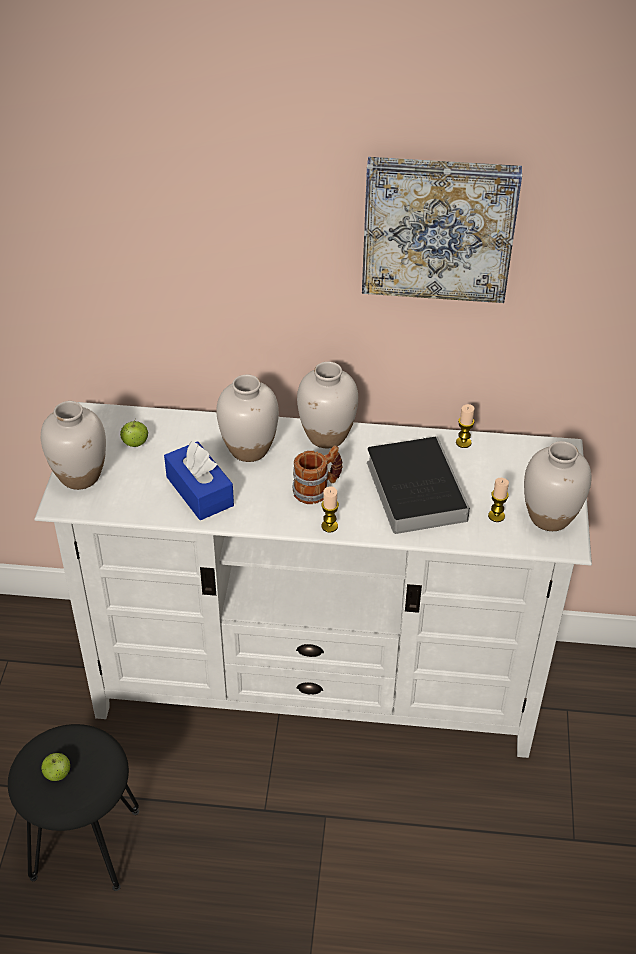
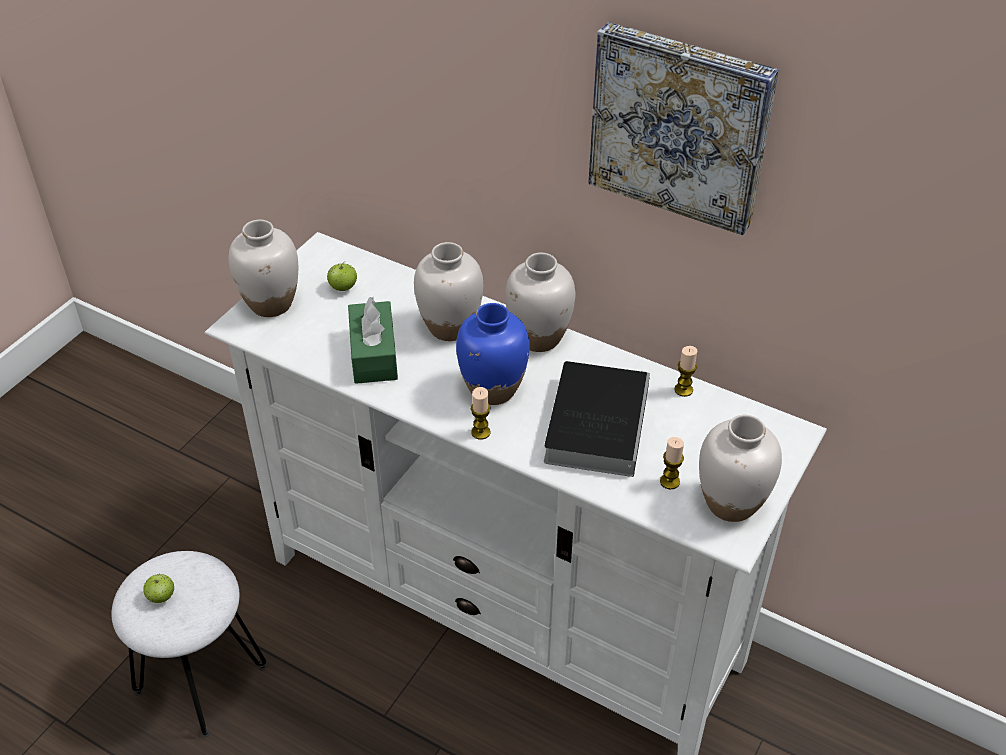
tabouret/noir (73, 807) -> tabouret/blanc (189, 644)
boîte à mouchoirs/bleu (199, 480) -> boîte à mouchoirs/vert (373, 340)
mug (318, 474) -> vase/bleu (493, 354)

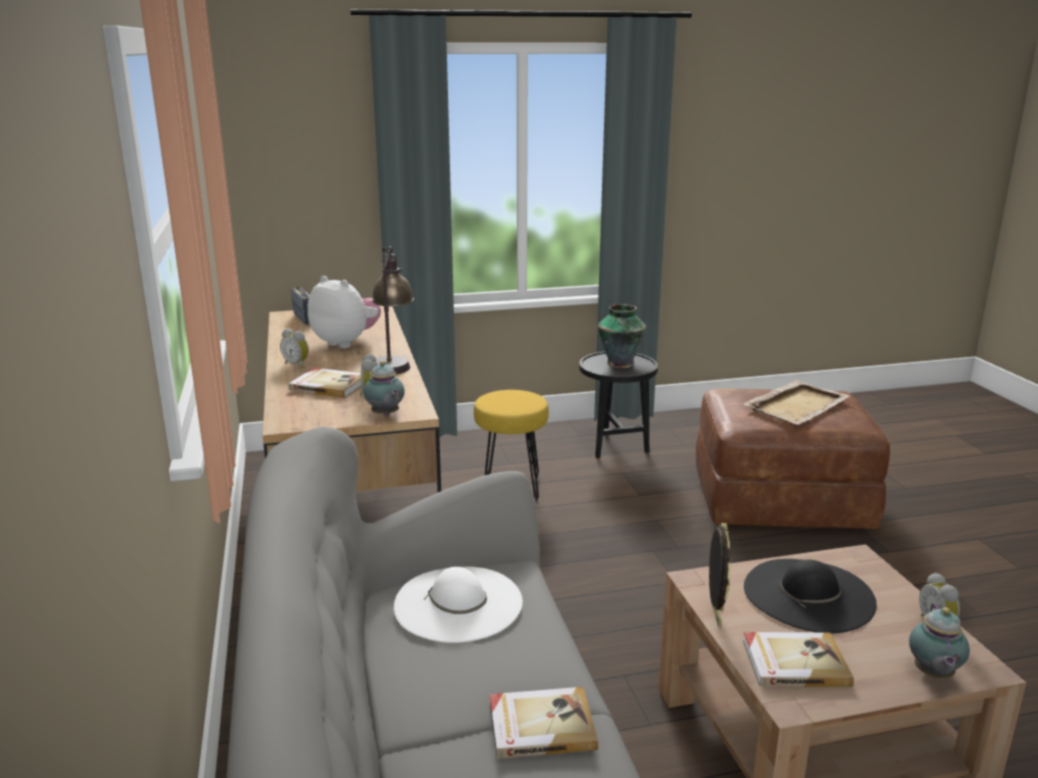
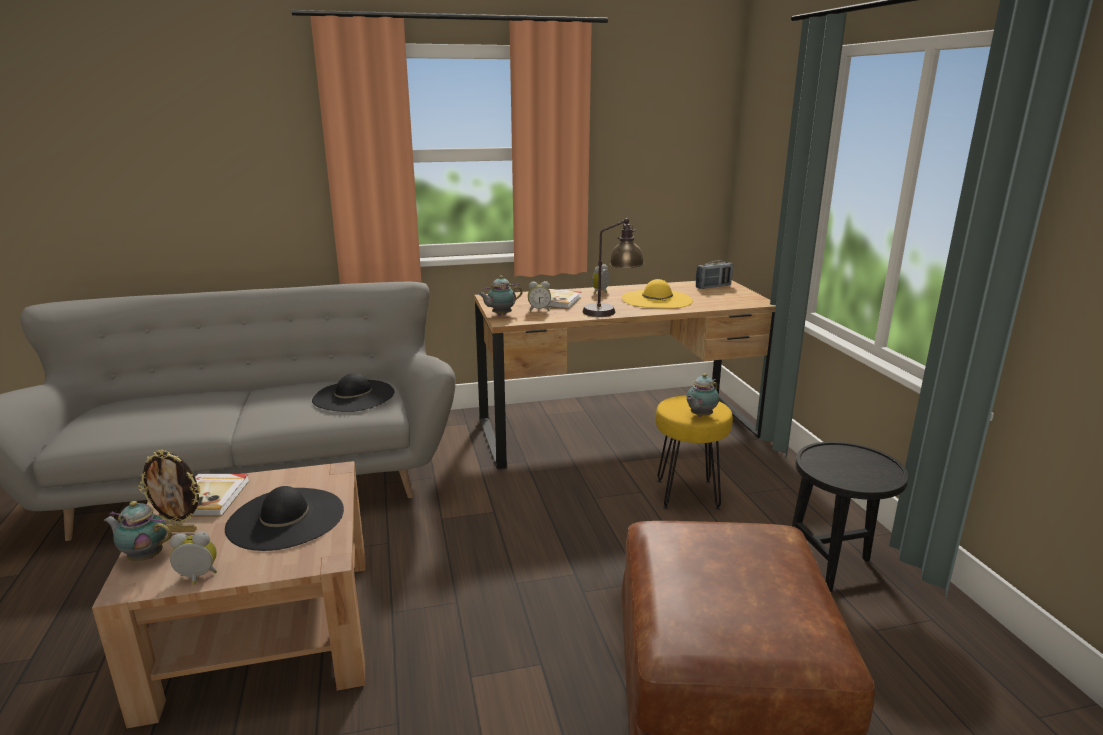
cadre photo (719, 575) -> cadre photo (169, 490), relocated
chapeau/blanc (458, 605) -> chapeau/noir (353, 392)
peluche (344, 312) -> chapeau/jaune (657, 293)
none -> théière (702, 395)
livre (544, 723) -> none
vase (622, 336) -> none
plateau/beige (796, 402) -> none

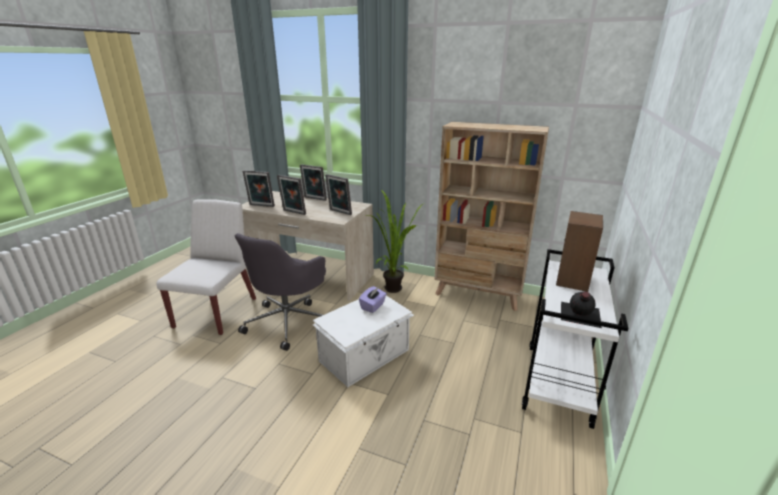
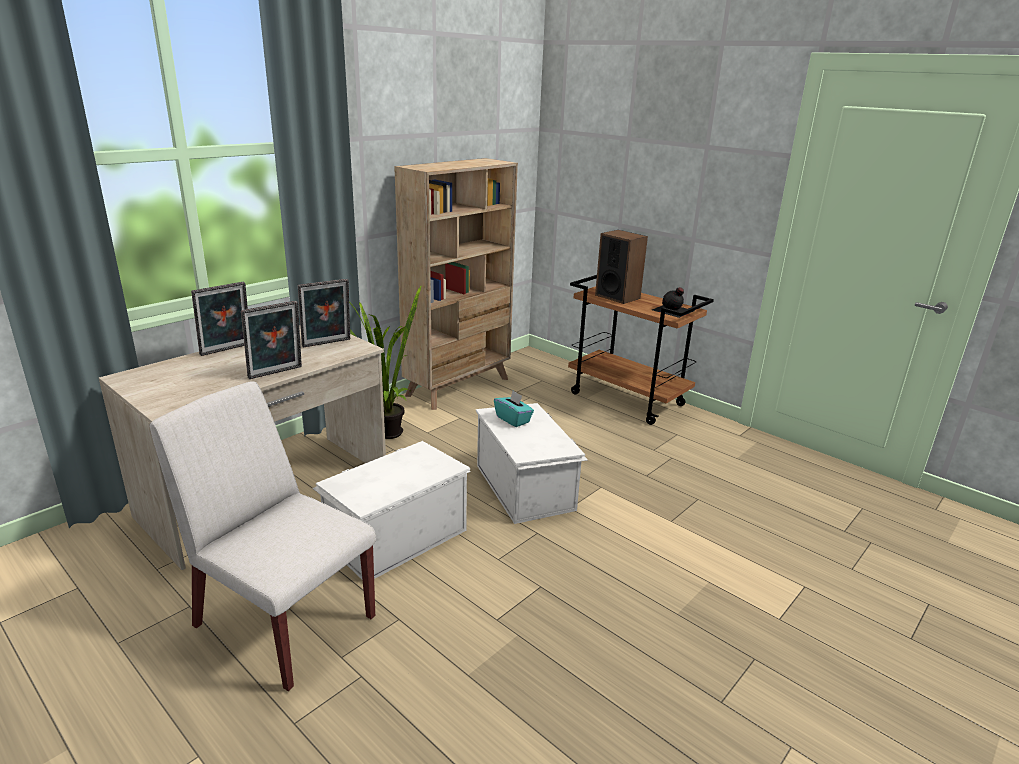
chaise de bureau/gris (280, 292) -> boîte de rangement/blanc (391, 510)
boîte à mouchoirs/violet (373, 299) -> boîte à mouchoirs/turquoise (514, 409)
chariot/blanc (575, 339) -> chariot/marron (641, 350)
cadre photo (259, 188) -> none

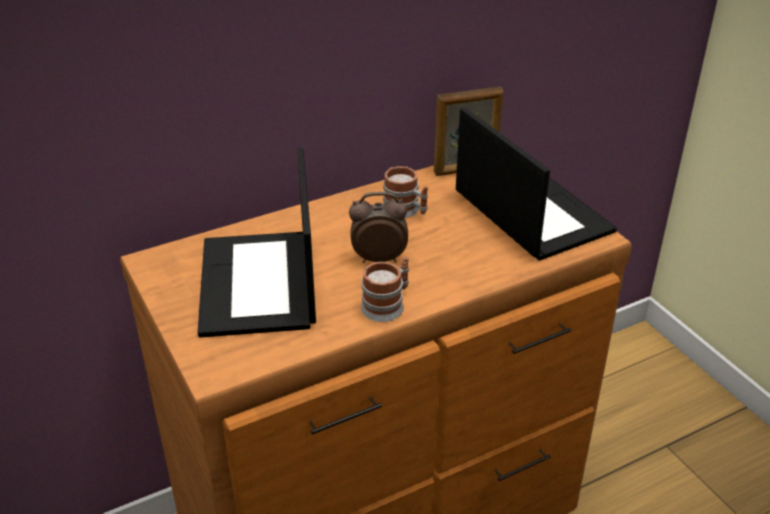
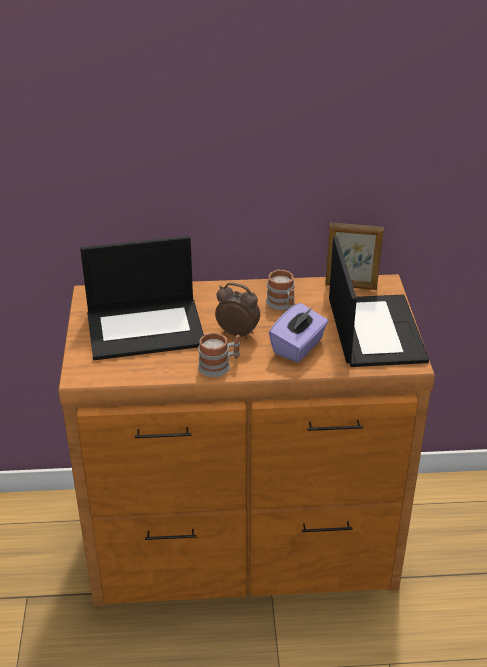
ordinateur portable (257, 243) -> ordinateur portable (142, 298), 120 degrees counterclockwise
none -> boîte à mouchoirs/violet (298, 332)

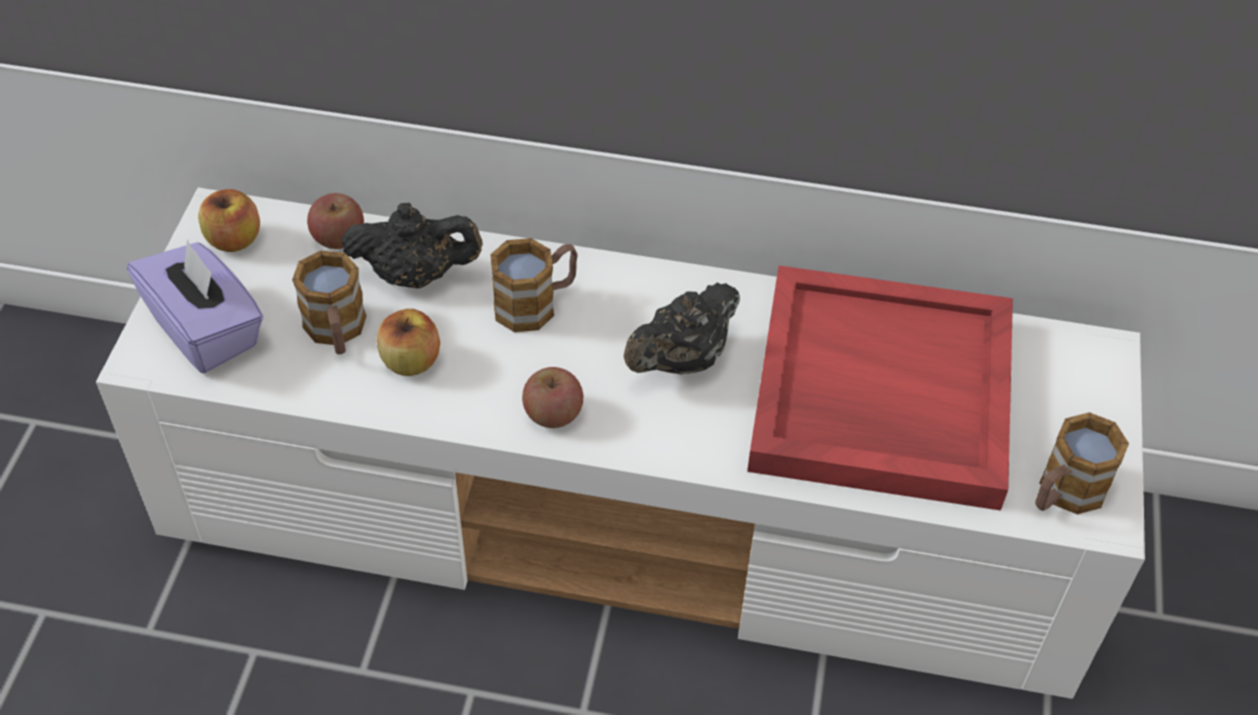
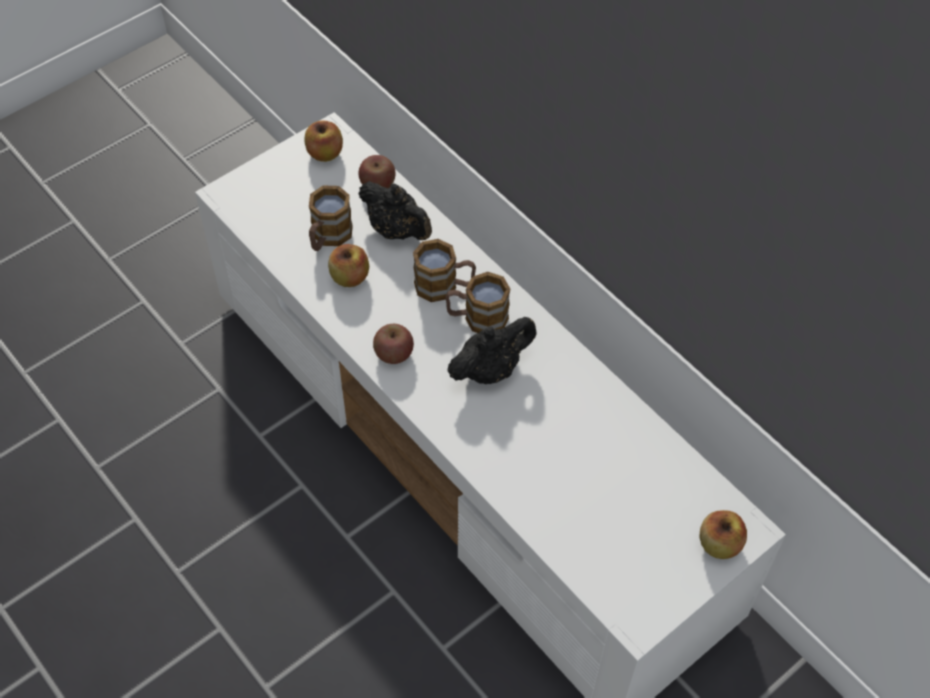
mug (1082, 463) -> mug (478, 302), relocated
théière/noir (682, 328) -> théière/noir (492, 350), 150 degrees clockwise
none -> pomme (723, 534)
boîte à mouchoirs/violet (195, 306) -> none
plateau/rouge (880, 388) -> none

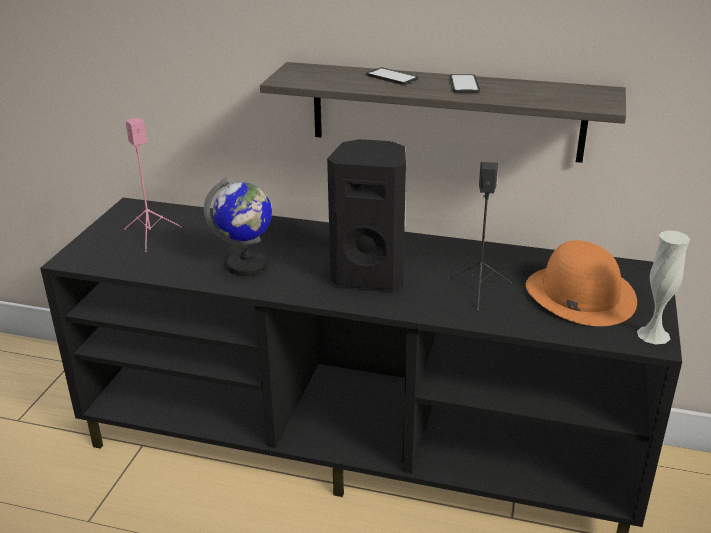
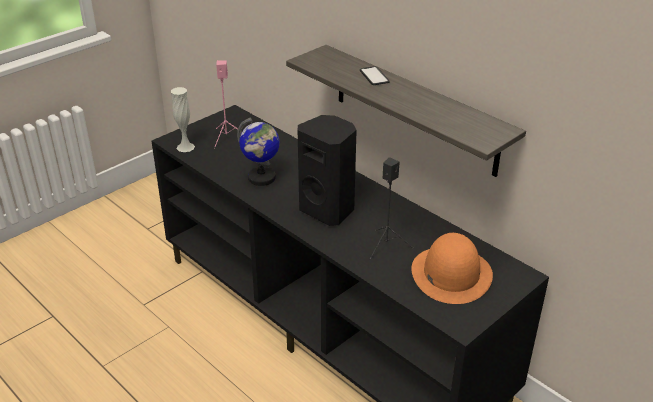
vase/blanc (663, 287) -> vase/blanc (183, 119), relocated
téléphone (465, 83) -> none

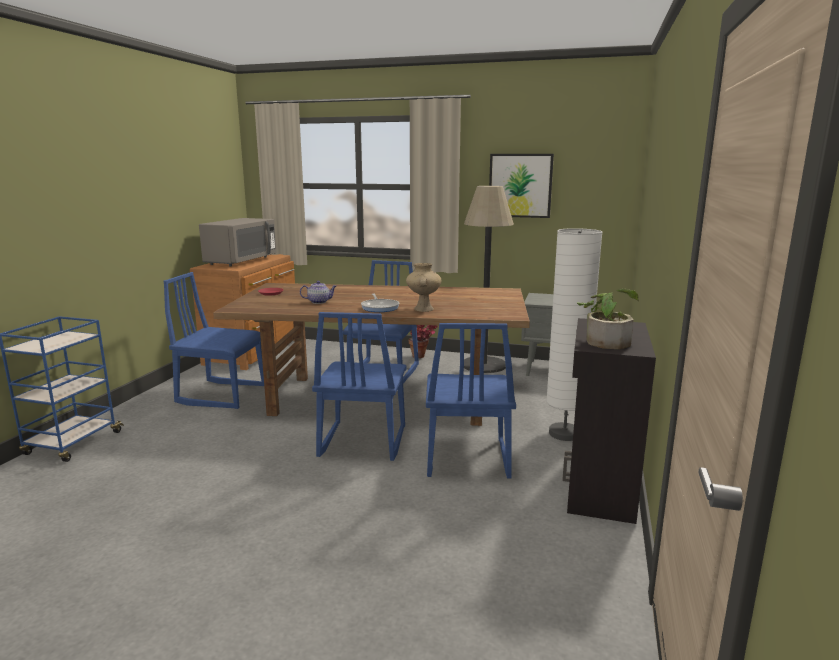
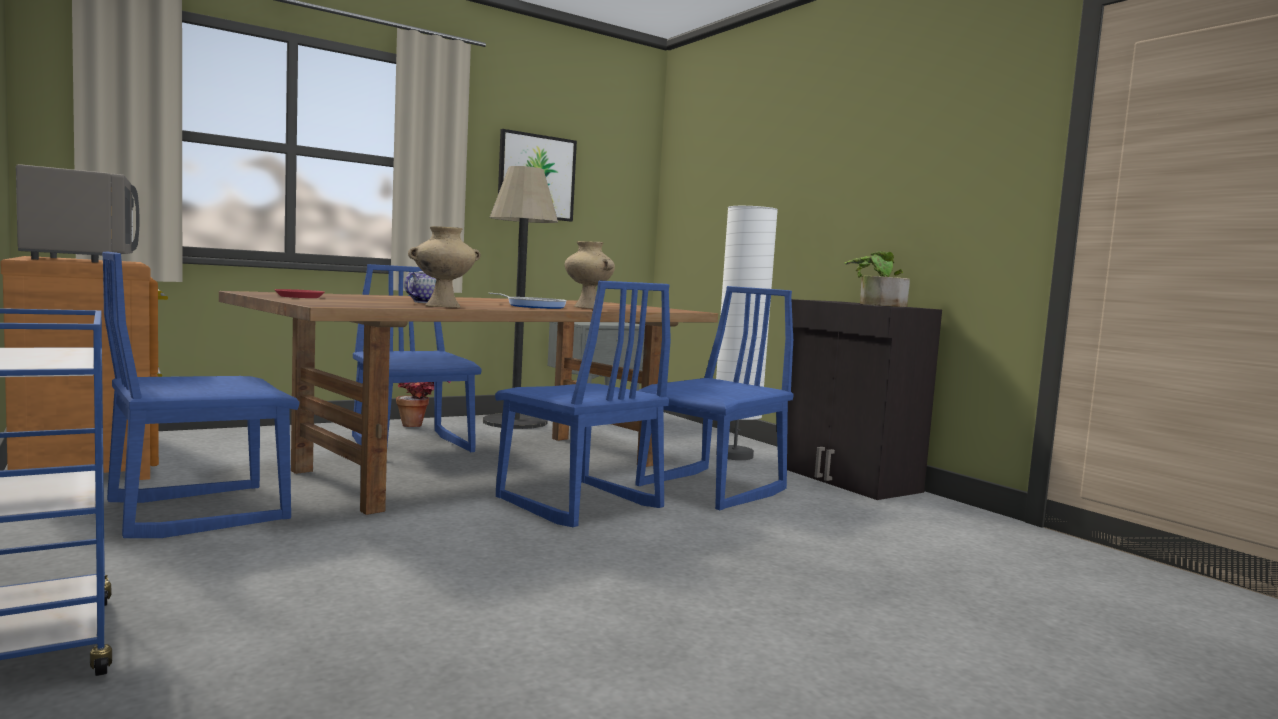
none -> vase/beige (444, 267)
chaise/bleu (471, 400) -> chaise/bleu (714, 398), 90 degrees counterclockwise

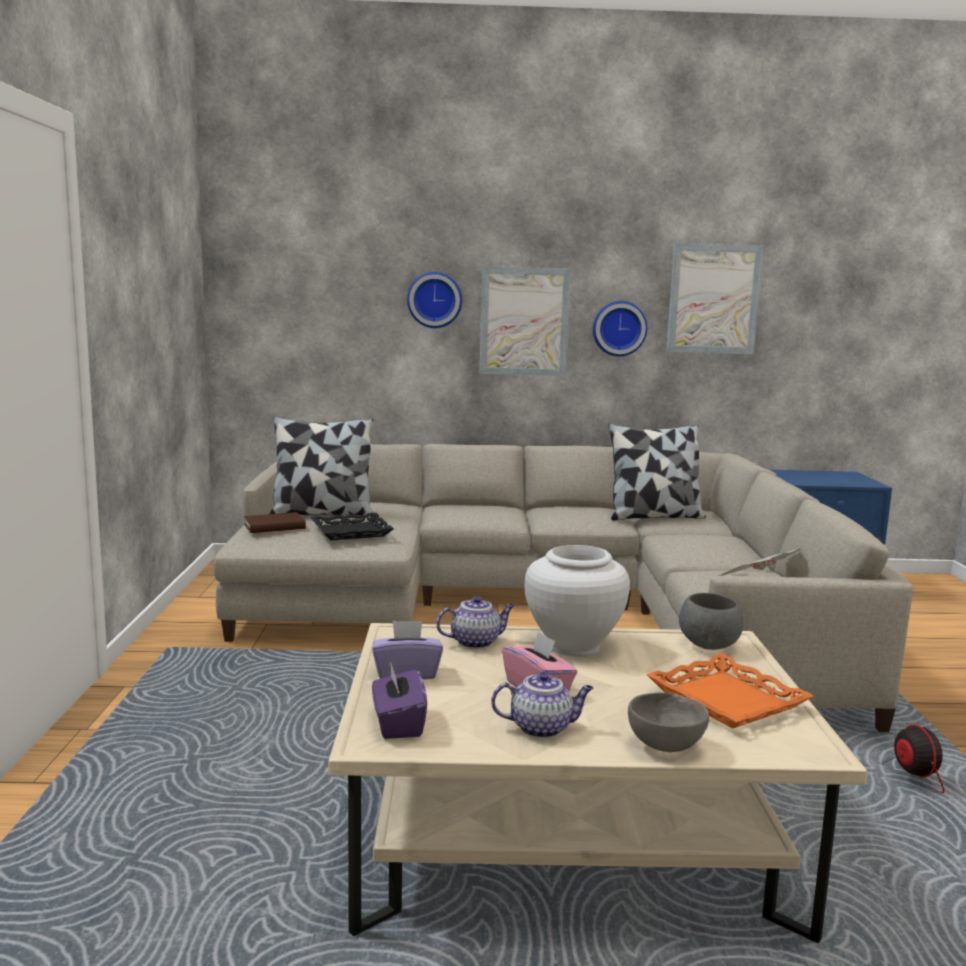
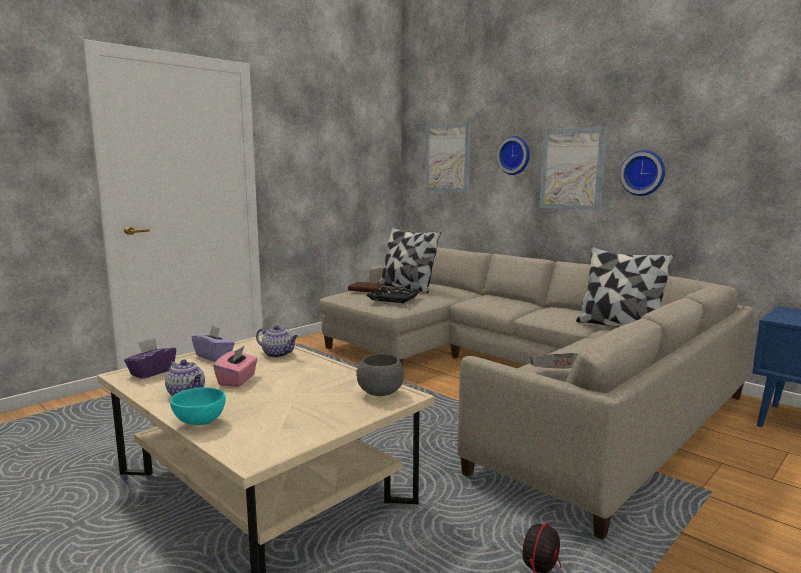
bol/gris (668, 722) -> bol/turquoise (198, 406)
tableau (715, 298) -> tableau (448, 157), relocated
vase/blanc (577, 601) -> none
plateau/orange (730, 691) -> none

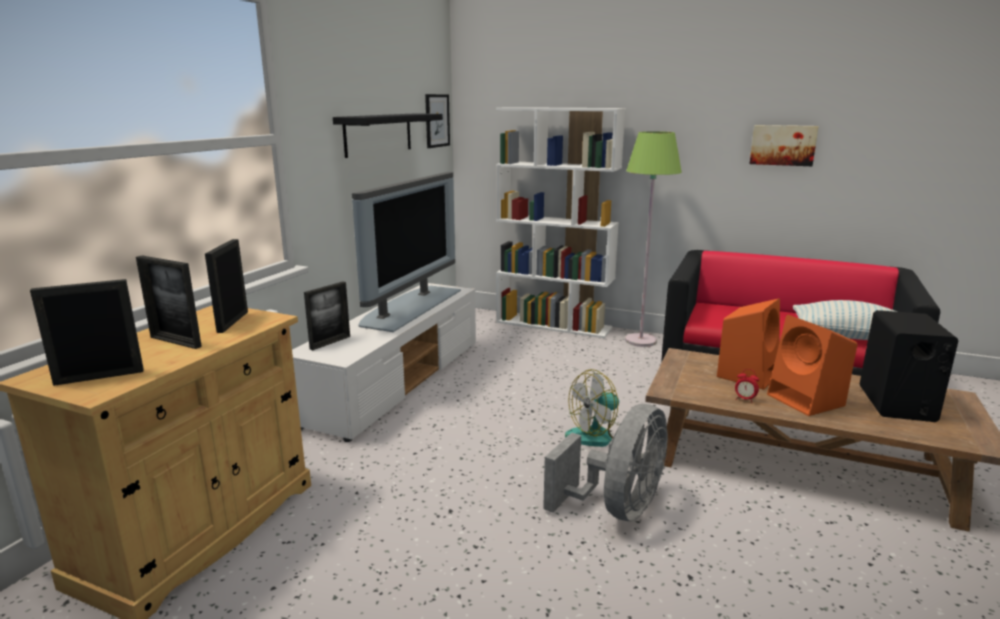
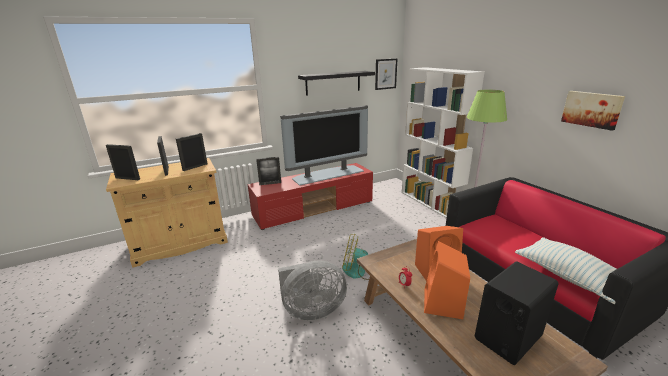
meuble télé/blanc (384, 362) -> meuble télé/rouge (310, 196)

